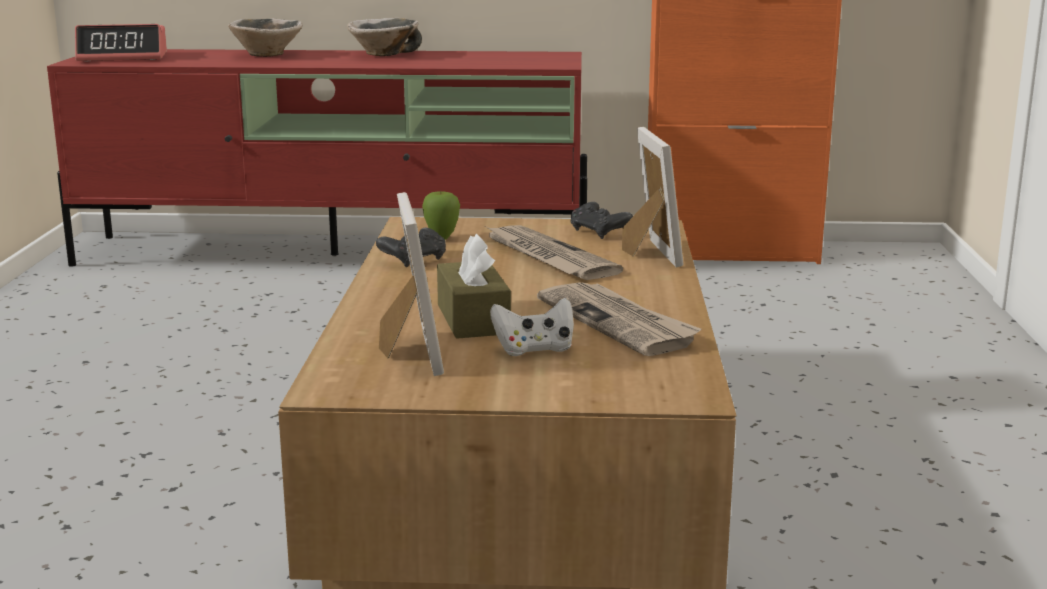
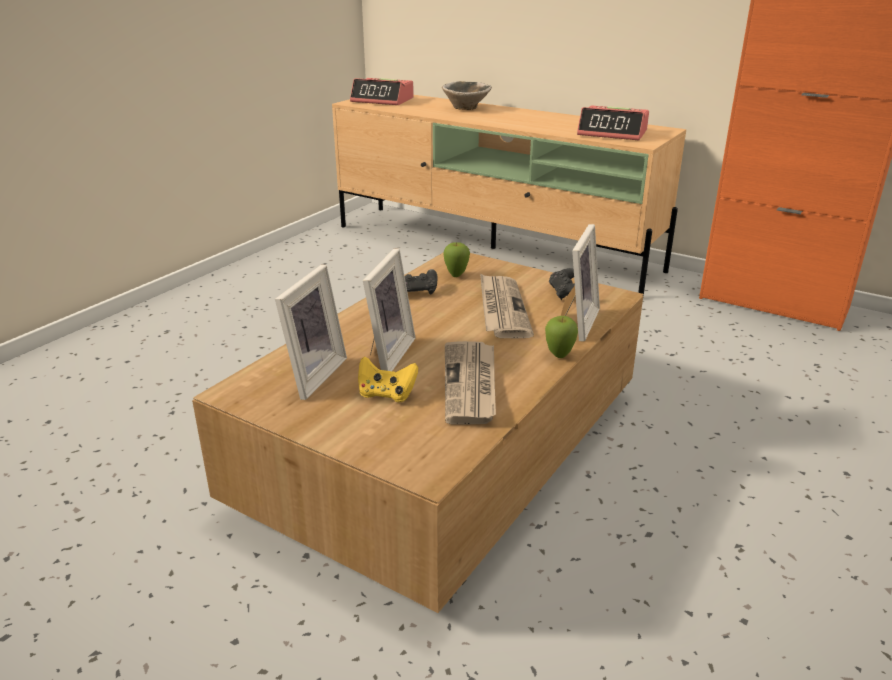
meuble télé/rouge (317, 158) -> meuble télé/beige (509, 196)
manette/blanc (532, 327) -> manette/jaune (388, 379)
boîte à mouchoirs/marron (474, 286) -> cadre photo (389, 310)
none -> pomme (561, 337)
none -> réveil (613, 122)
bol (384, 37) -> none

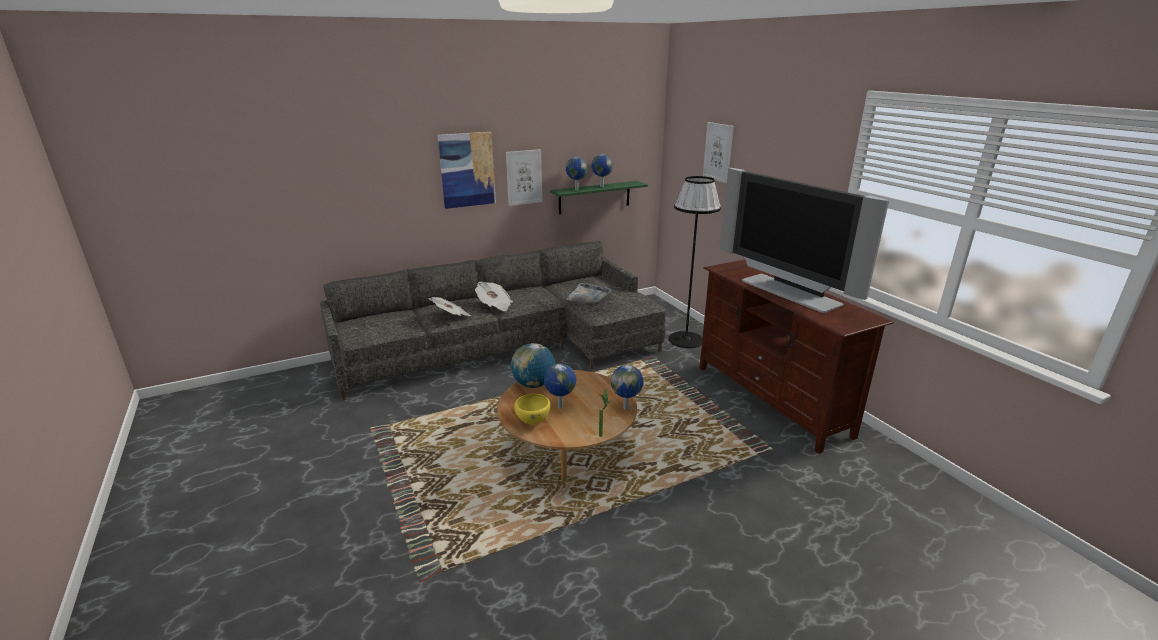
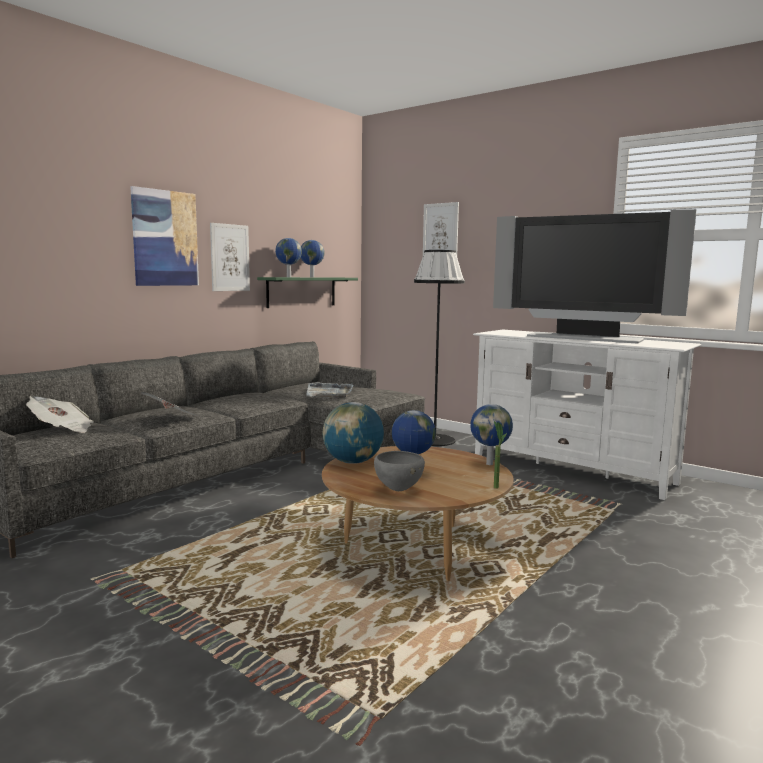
journal (494, 296) -> journal (60, 414), relocated
bol/jaune (532, 409) -> bol/gris (399, 471)
meuble télé/marron (796, 356) -> meuble télé/blanc (587, 415)

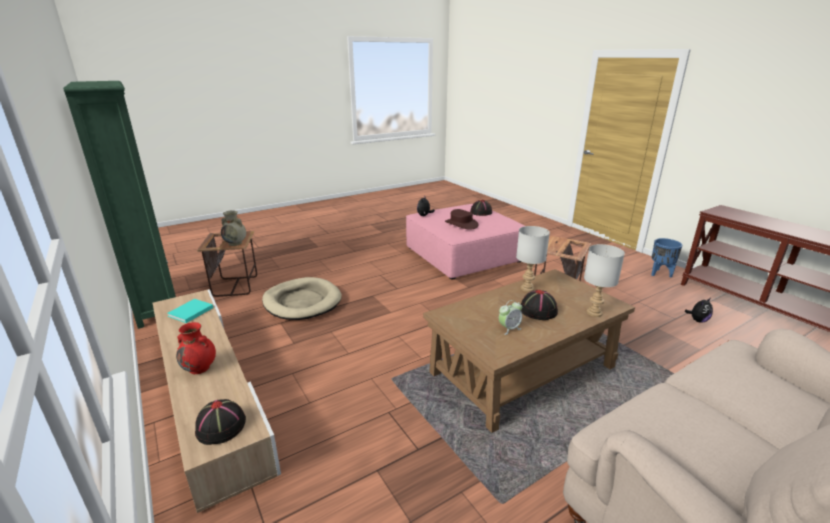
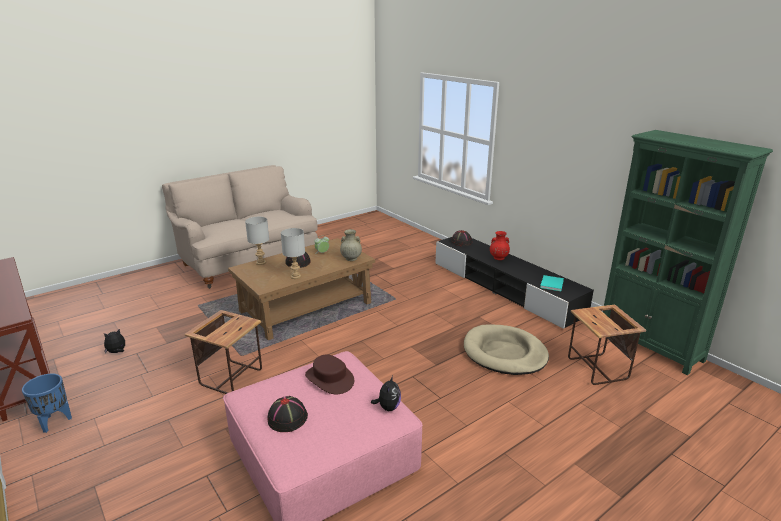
vase/beige (233, 228) -> vase/beige (351, 245), relocated
meuble télé/beige (217, 401) -> meuble télé/noir (514, 283)

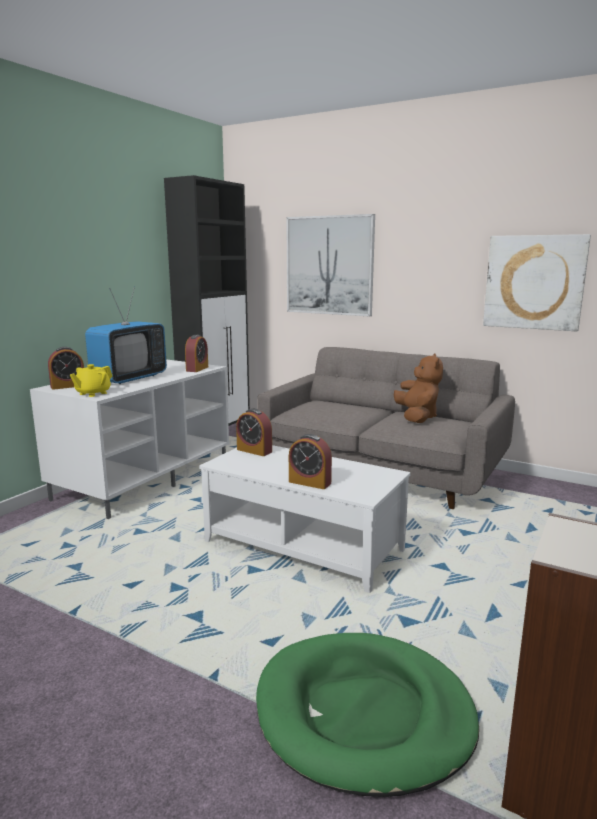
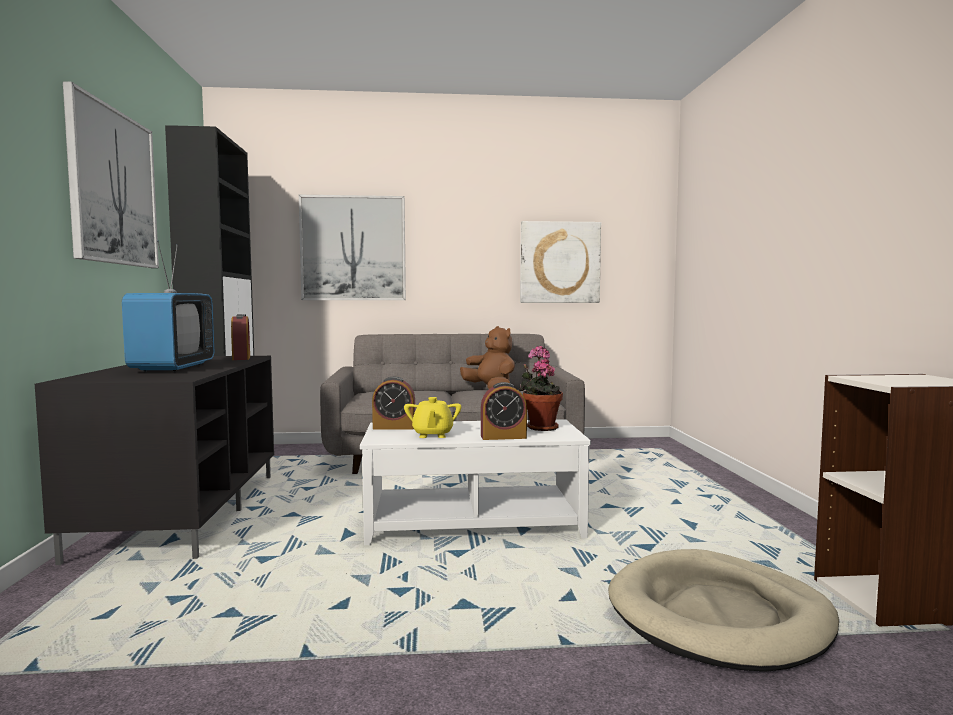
meuble télé/blanc (129, 439) -> meuble télé/noir (154, 460)
none -> tableau (111, 174)
théière/jaune (91, 380) -> théière/jaune (432, 417), relocated
none -> plante en pot (541, 388)
panier pour chien/vert (367, 715) -> panier pour chien/beige (723, 610)
réveil (66, 368) -> none

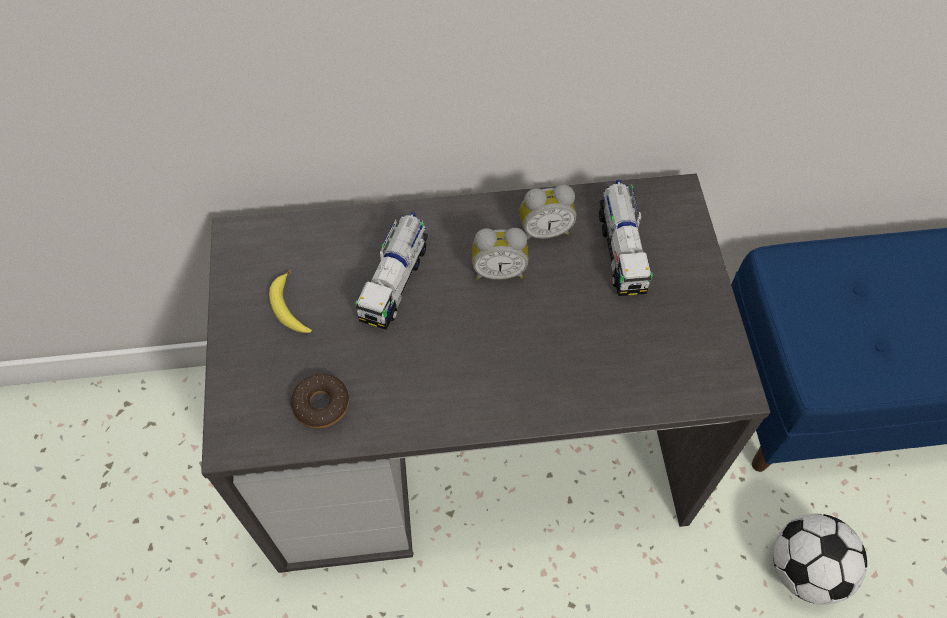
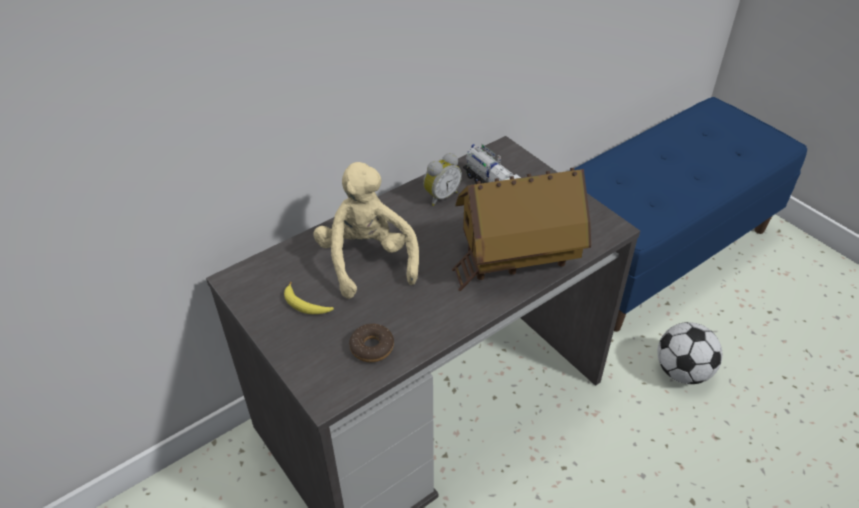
camion jouet (391, 271) -> peluche/beige (366, 230)
none -> maison miniature (521, 229)
réveil (500, 254) -> none

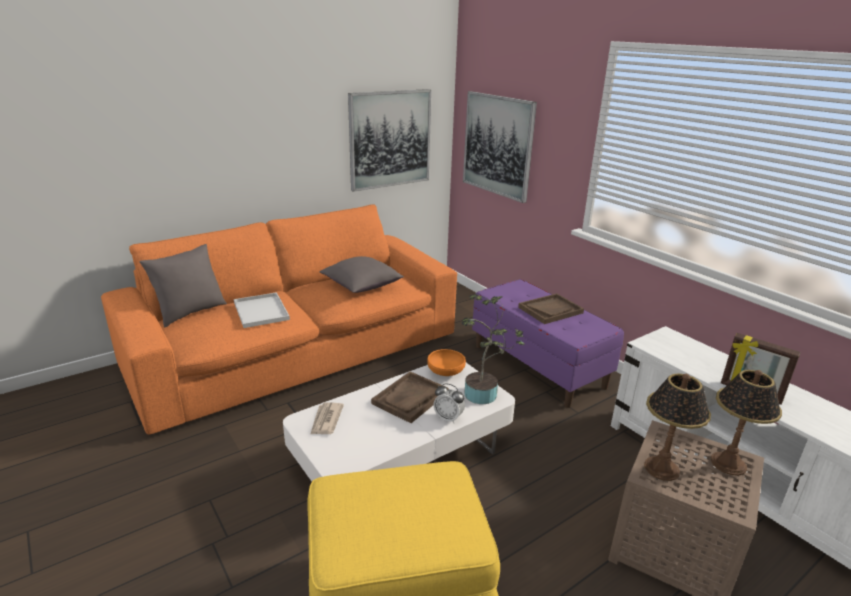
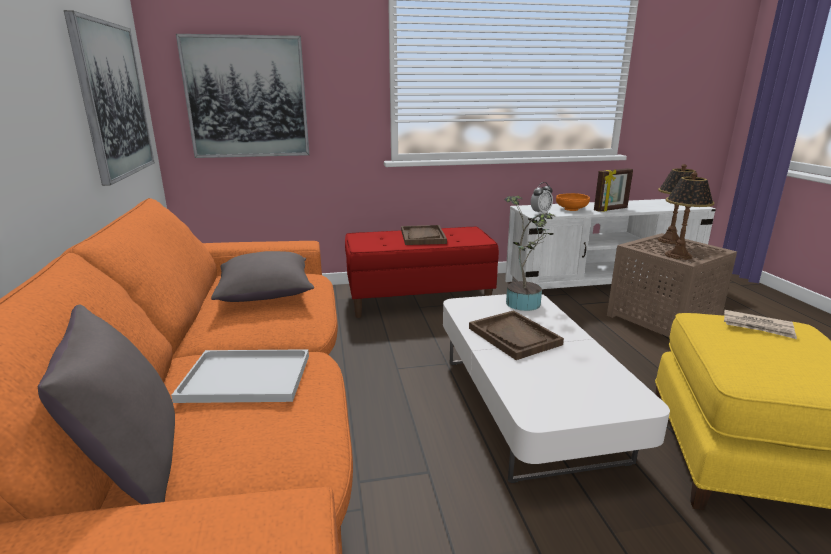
banc/violet (548, 343) -> banc/rouge (422, 272)
réveil (449, 403) -> réveil (542, 198), relocated
bol/orange (446, 362) -> bol/orange (573, 202), relocated
journal (327, 418) -> journal (760, 324), relocated

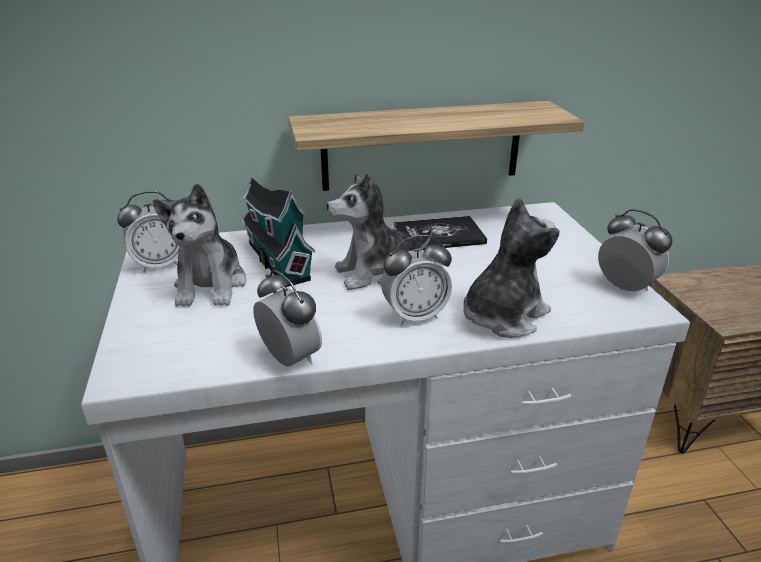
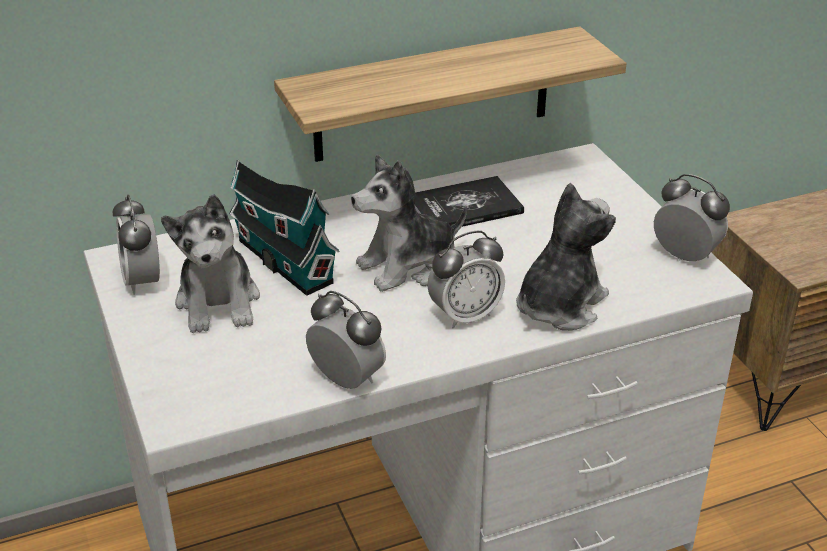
réveil (148, 232) -> réveil (136, 245), 105 degrees clockwise

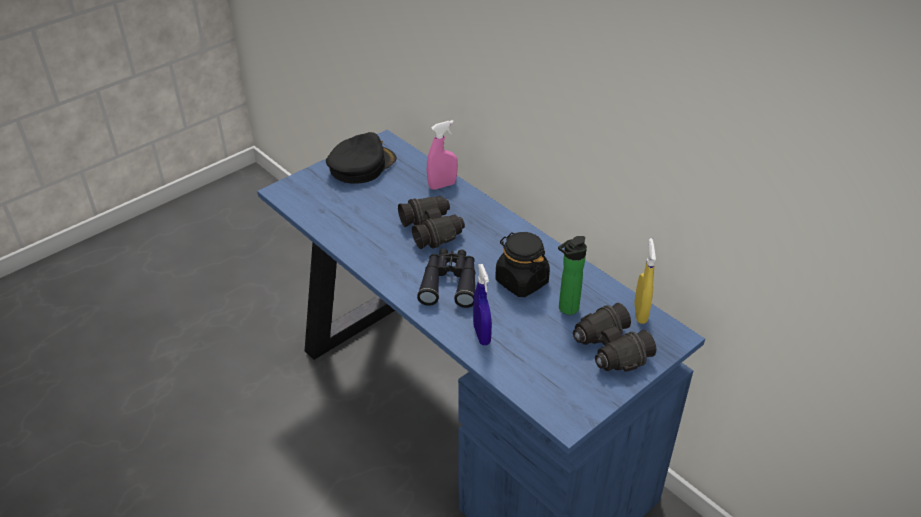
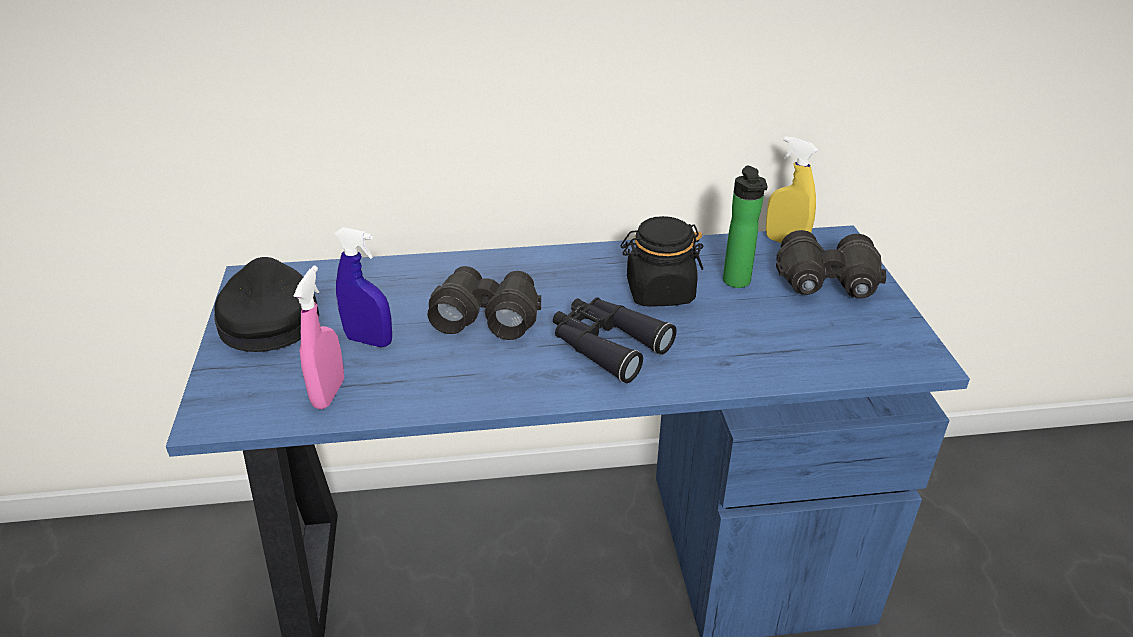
vaporisateur/rose (442, 155) -> vaporisateur/rose (319, 337), relocated
vaporisateur/bleu (482, 304) -> vaporisateur/bleu (363, 287), relocated

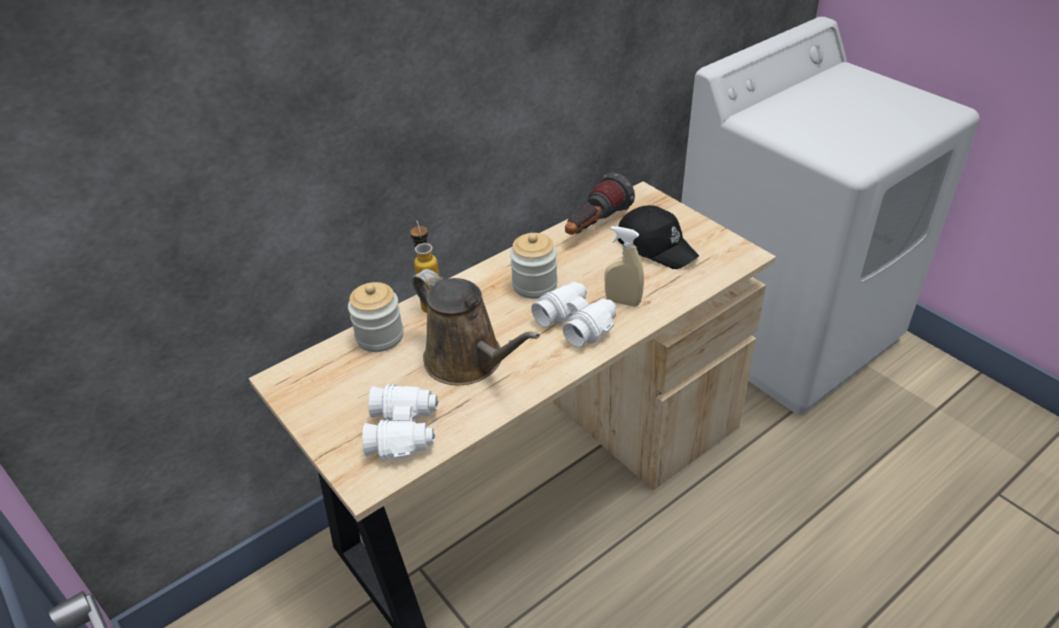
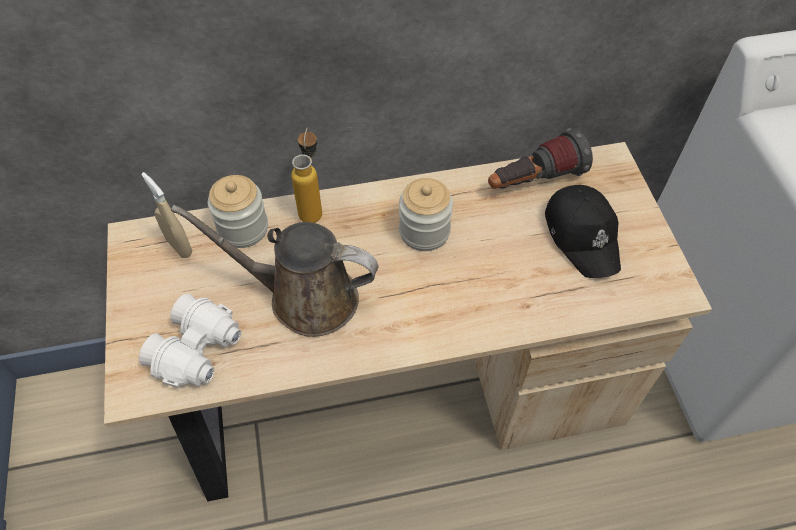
vaporisateur/beige (624, 266) -> vaporisateur/beige (166, 215), relocated
arrosoir/marron (476, 327) -> arrosoir/marron (275, 271), 120 degrees clockwise
jumelles/blanc (573, 314) -> none

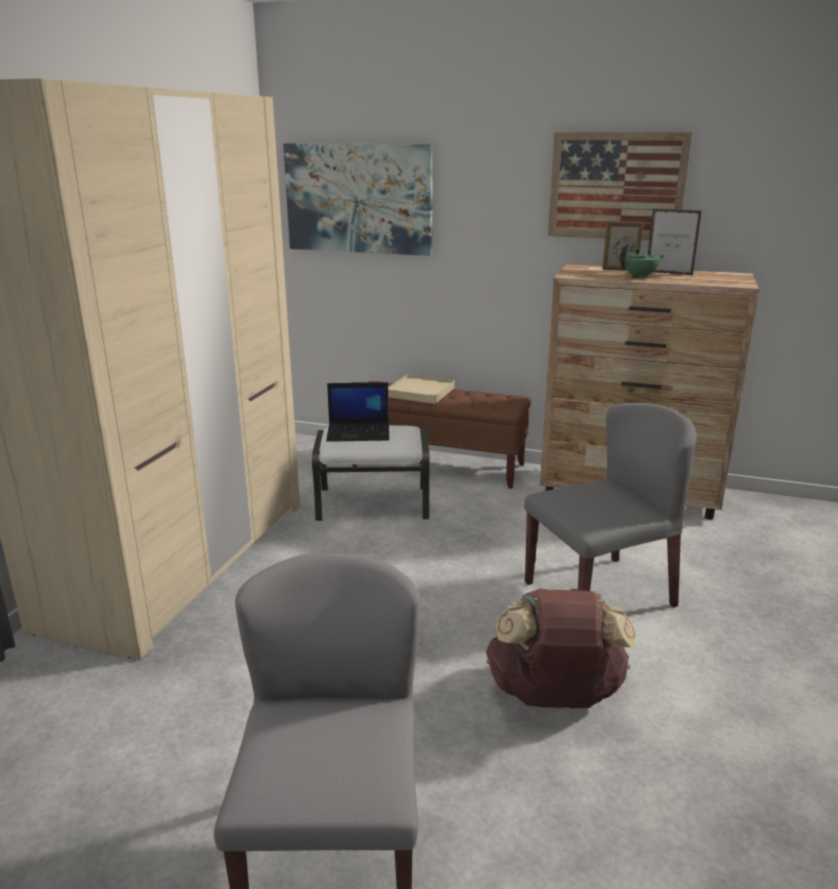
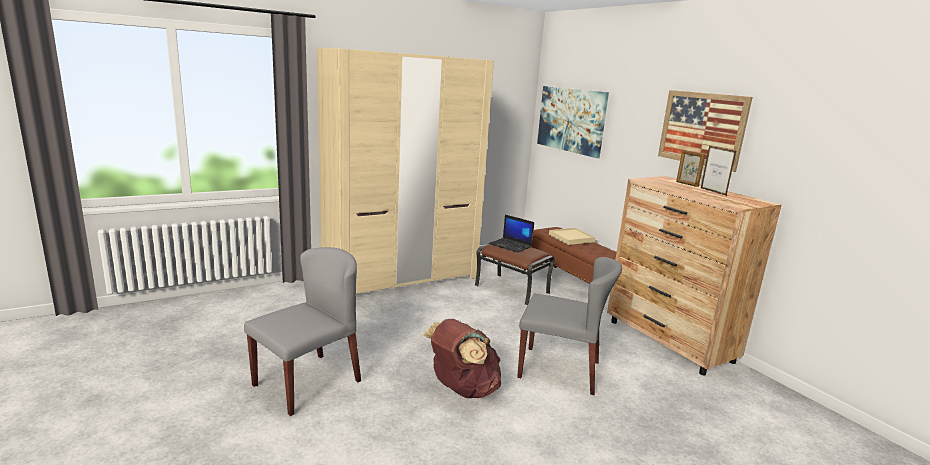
pouf/blanc (371, 473) -> pouf/marron (515, 274)
théière/vert (642, 261) -> none

